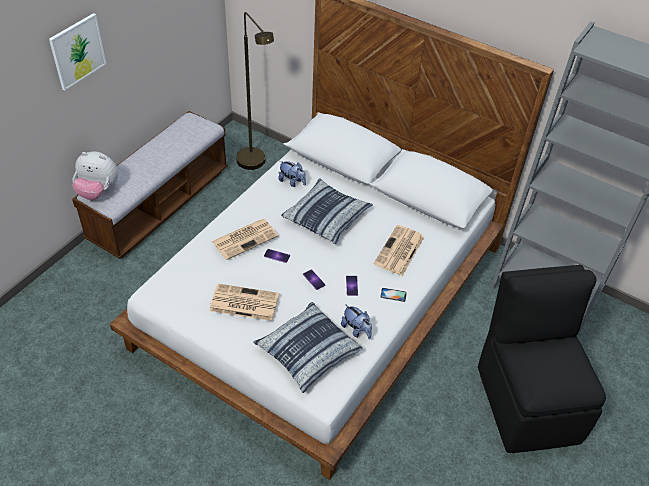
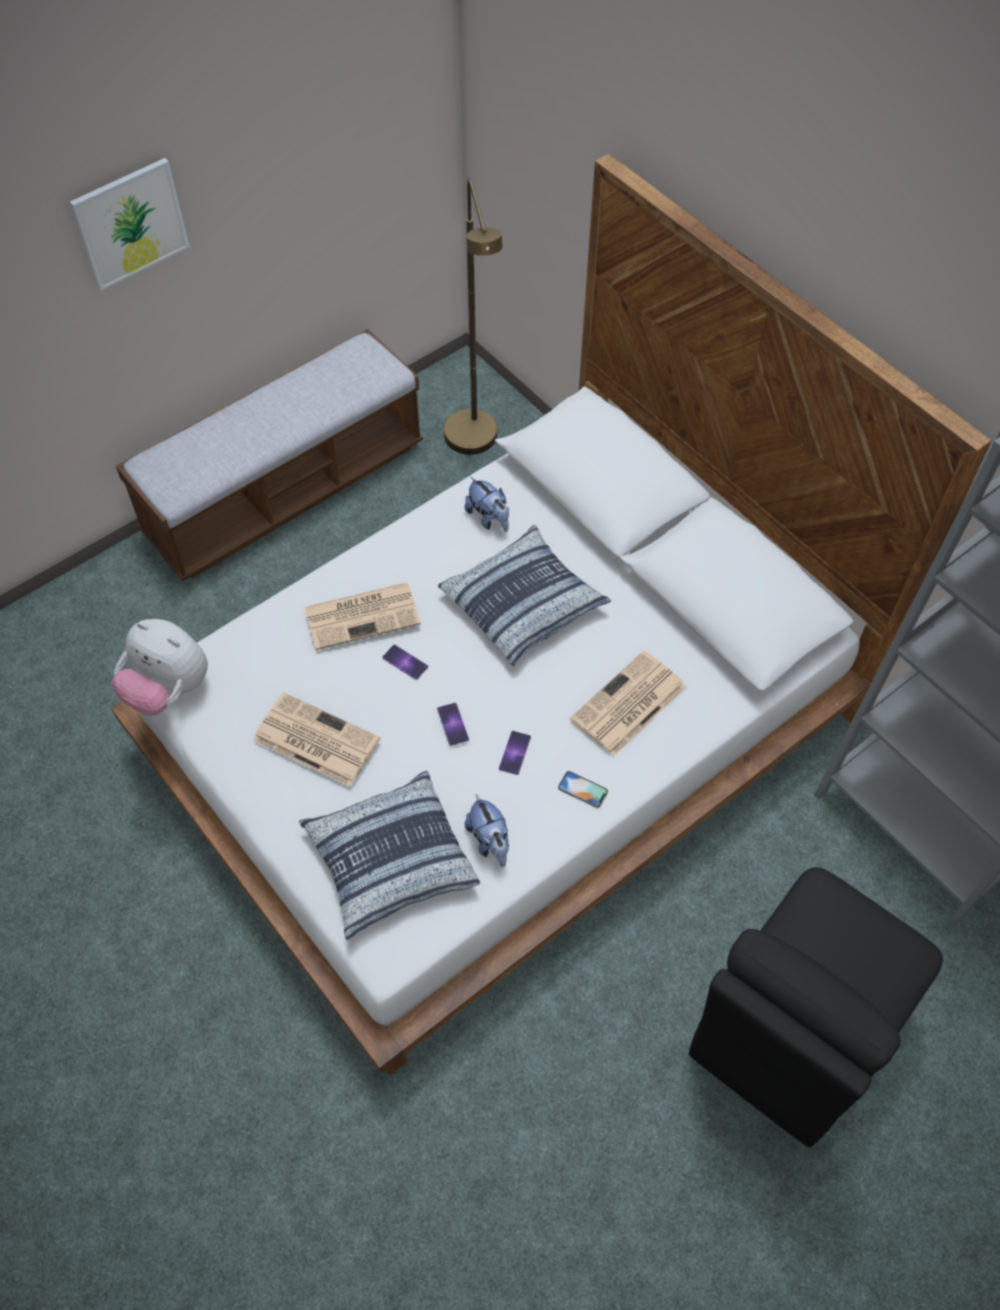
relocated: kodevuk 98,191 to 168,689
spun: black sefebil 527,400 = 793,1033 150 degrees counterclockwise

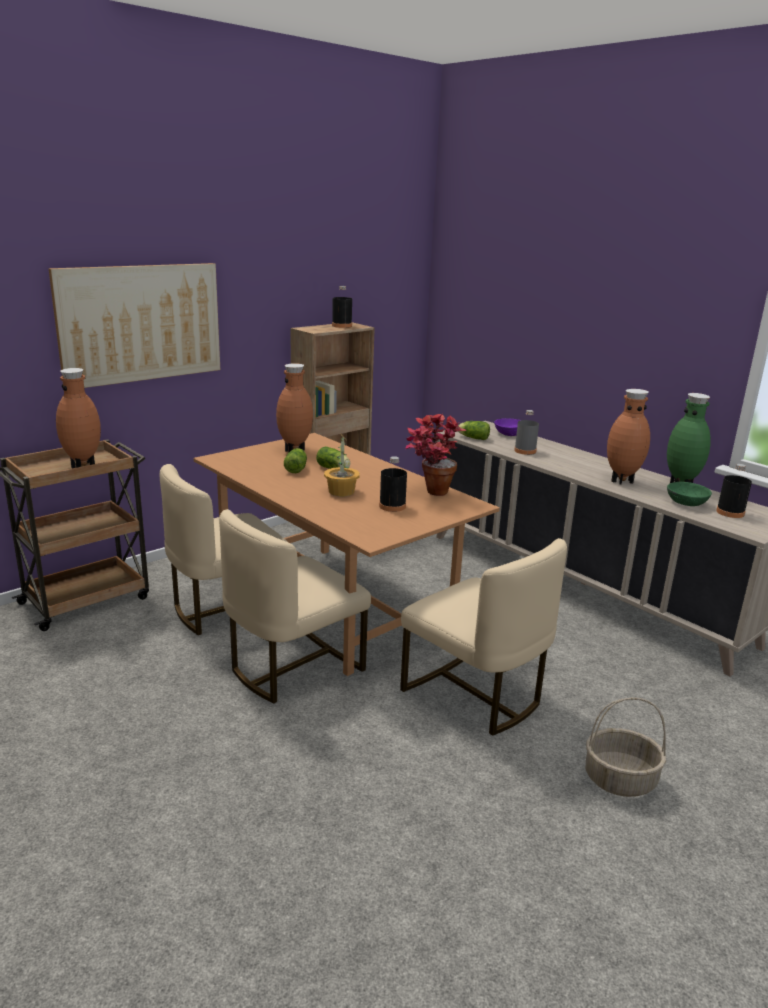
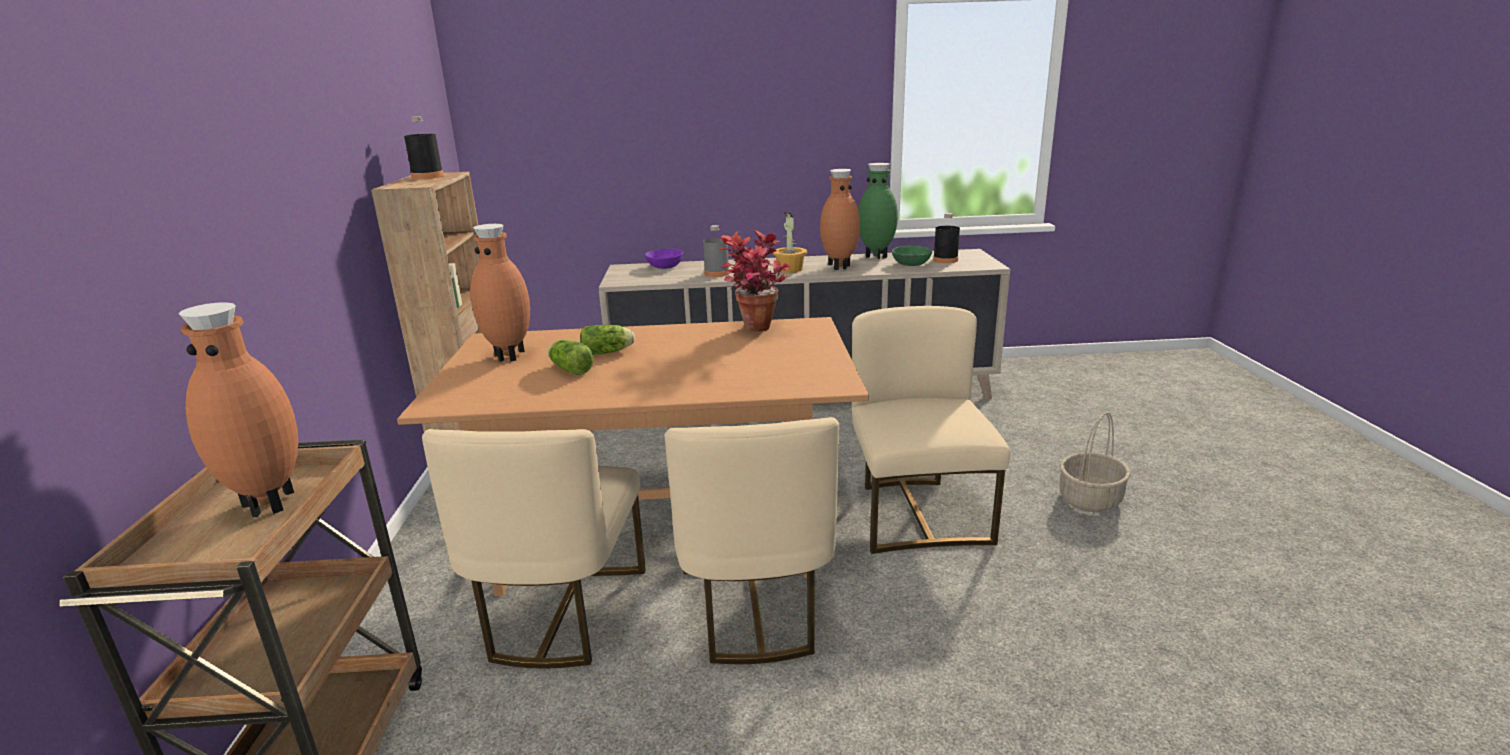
missing: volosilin 141,323; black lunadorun 392,506; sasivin 472,438
relocated: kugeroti 341,491 to 789,269
spun: beige sefebil 475,694 = 917,514 90 degrees counterclockwise

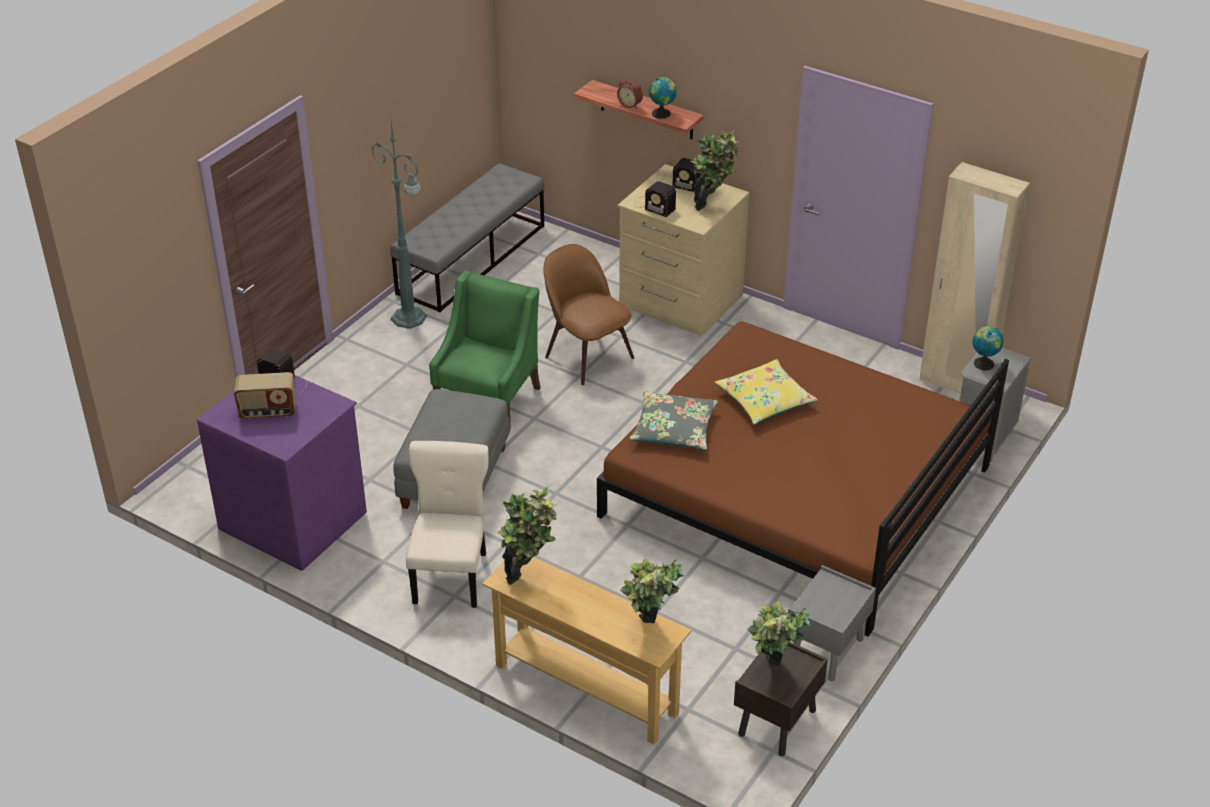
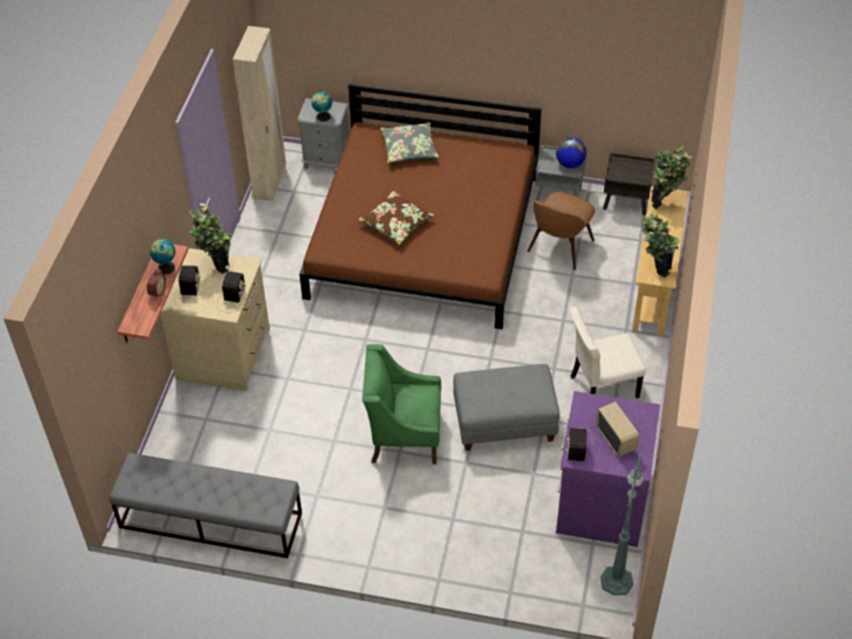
missing: kugeroti 773,675
appeared: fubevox 570,164
relocated: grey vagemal 674,429 to 409,148; brown sefebil 587,355 to 559,248; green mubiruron 410,319 to 617,579
colour: yellow vagemal 765,400 to brown vagemal 396,223

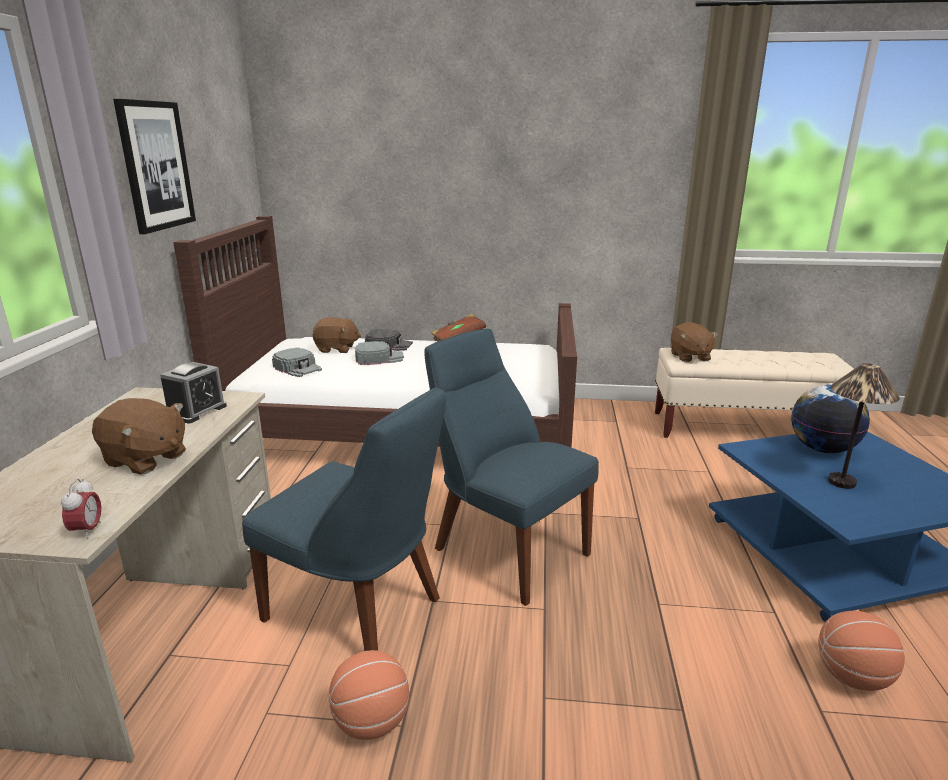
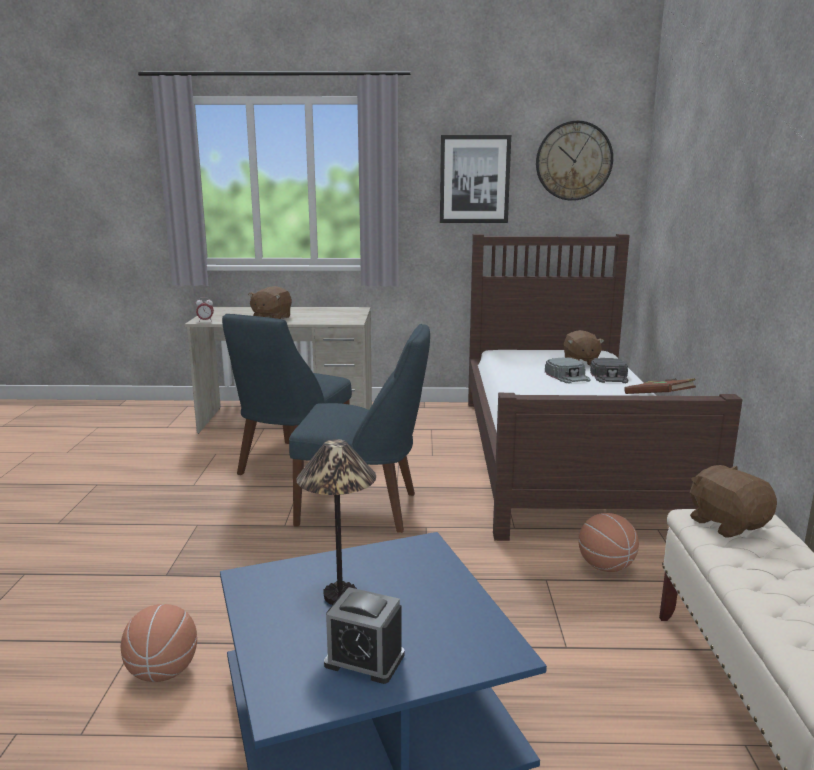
missing: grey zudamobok 298,368; fubevox 822,449
appeared: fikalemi 573,161
relocated: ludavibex 196,411 to 364,660; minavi 371,722 to 605,566
spun: blue sefebil 505,549 = 363,509 60 degrees clockwise; brown kodevuk 689,357 = 727,524 75 degrees clockwise

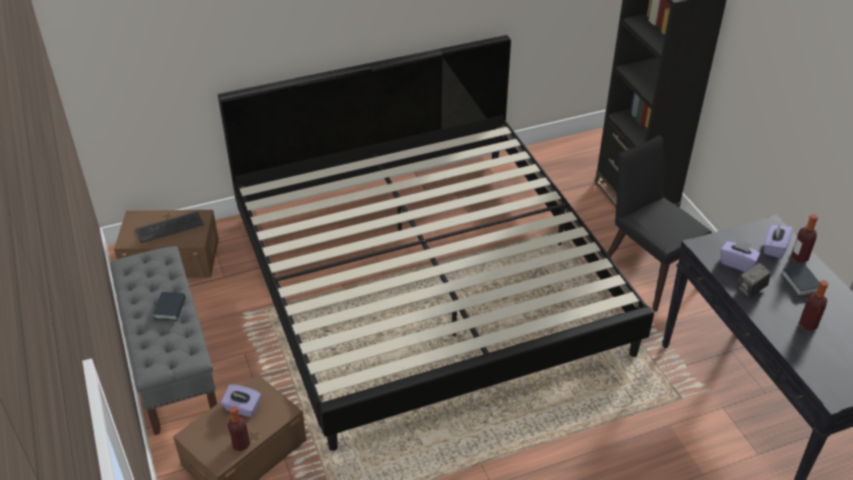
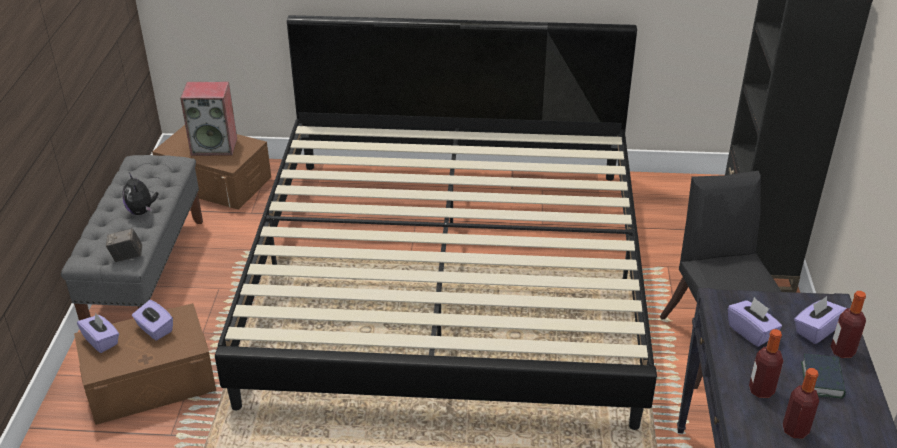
appeared: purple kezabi 101,341
relocated: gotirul 751,290 to 127,256; lunadorun 241,444 to 761,390
exchanged: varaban 170,309 to kodevuk 142,211; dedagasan 169,227 to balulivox 215,146

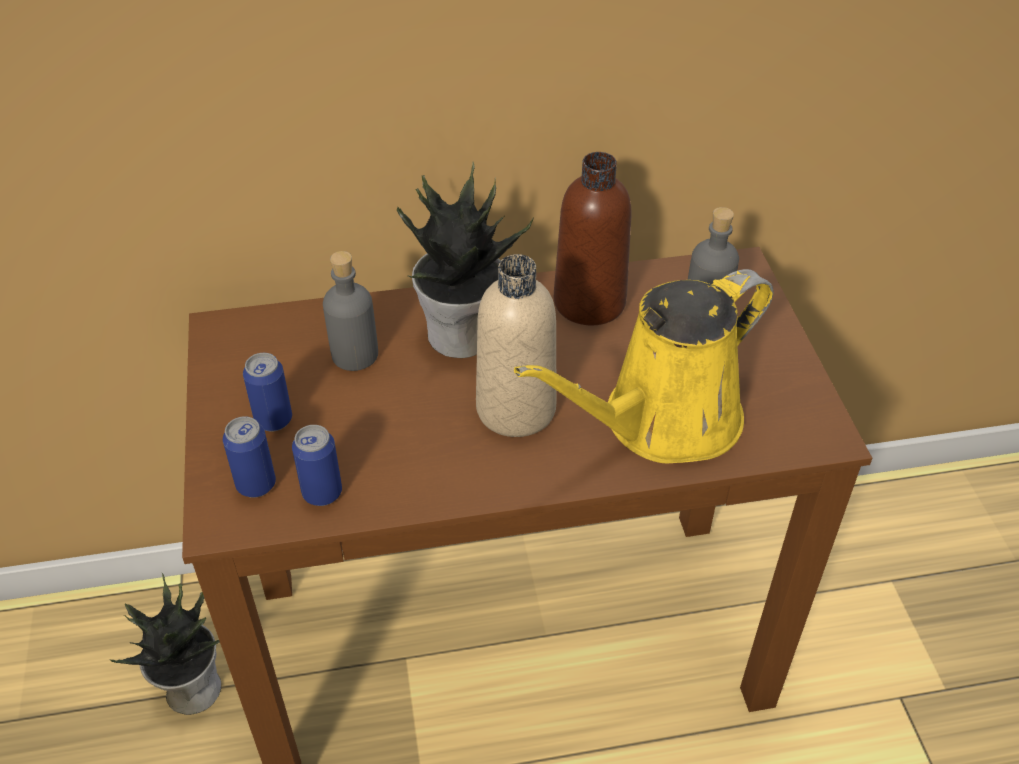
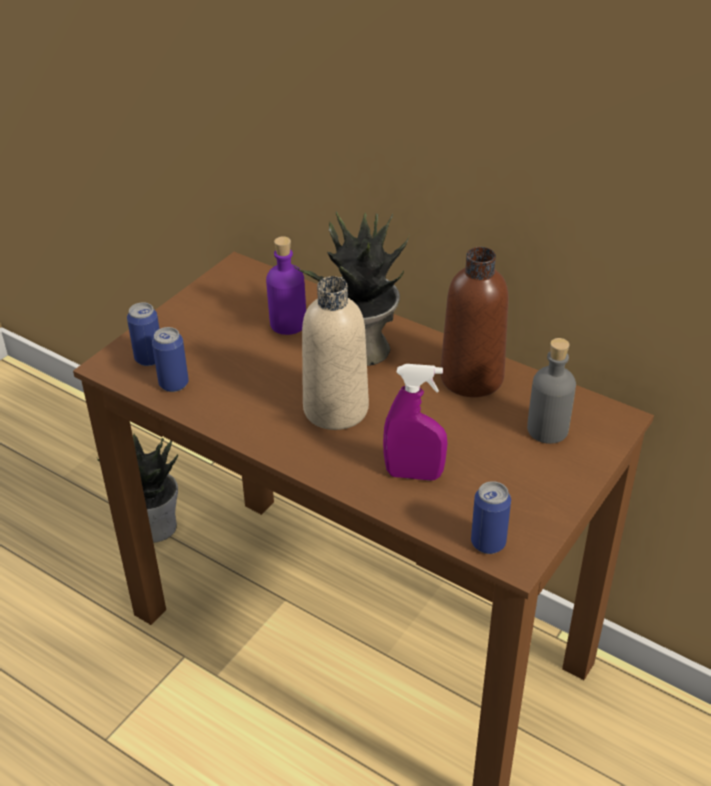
relocated: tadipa 273,420 to 488,543
exchanged: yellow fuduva 661,422 to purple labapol 414,474
colour: grey lunadorun 354,354 to purple lunadorun 288,323

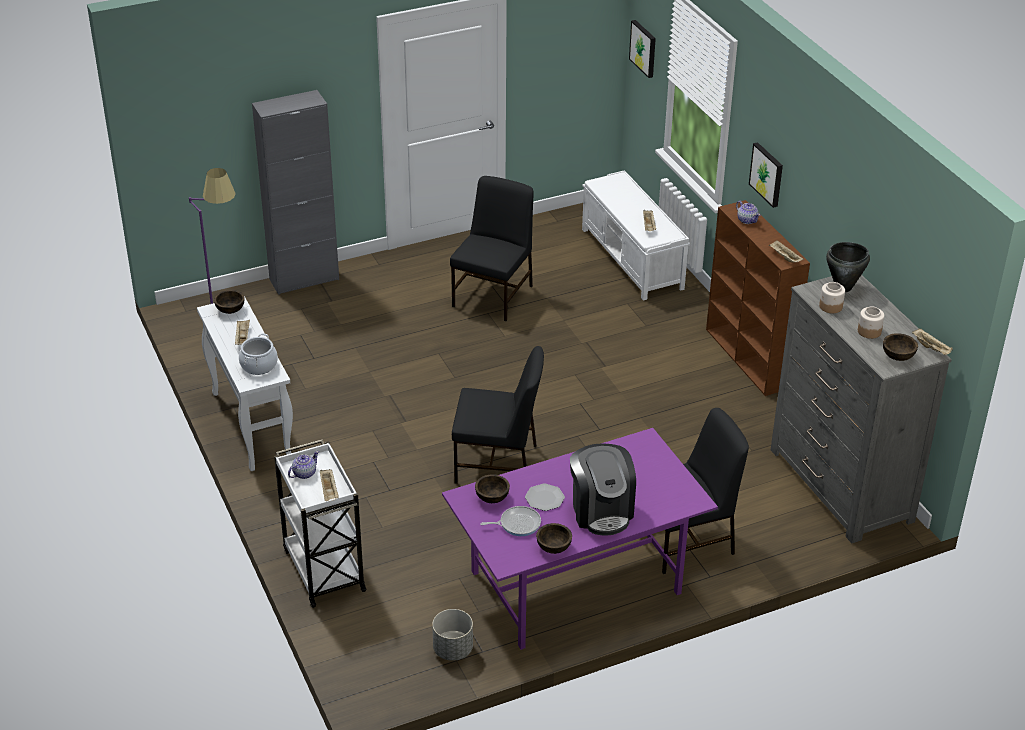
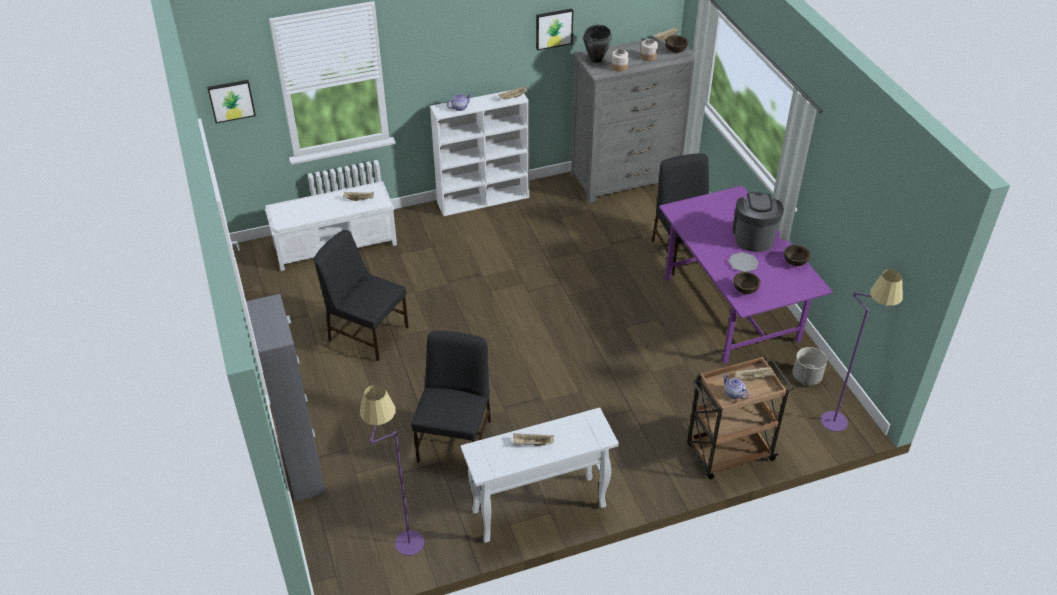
missing: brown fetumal 230,310; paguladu 259,365; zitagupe 517,524
appeared: purple mubiruron 842,415
relocated: black sefebil 498,465 to 455,440; volosilin 767,174 to 553,28
colour: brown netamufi 749,359 to white netamufi 484,199; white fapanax 323,569 to brown fapanax 728,453
spun: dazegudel 601,510 = 753,236 75 degrees counterclockwise

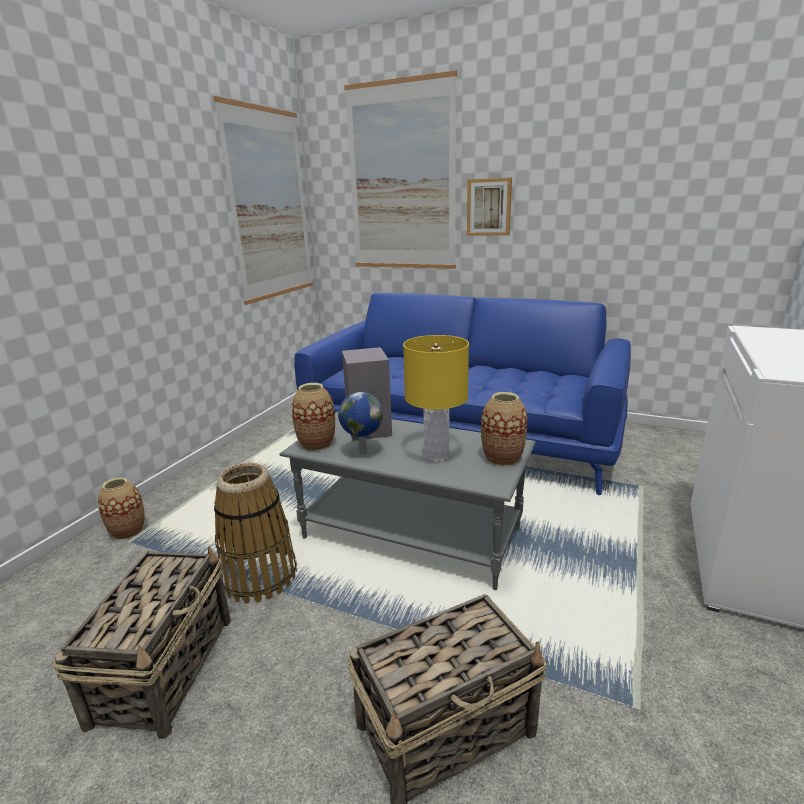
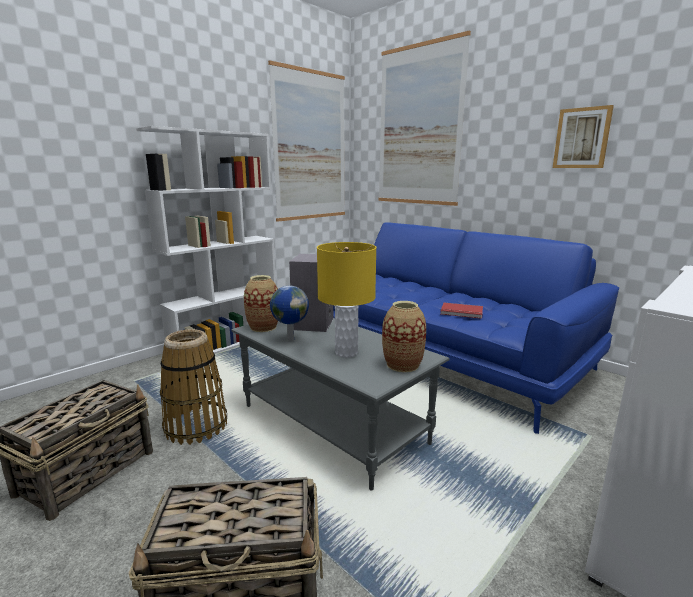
missing: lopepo 128,531
appeared: white netamufi 226,343; red varaban 461,312
relocated: volosilin 489,207 to 582,138

